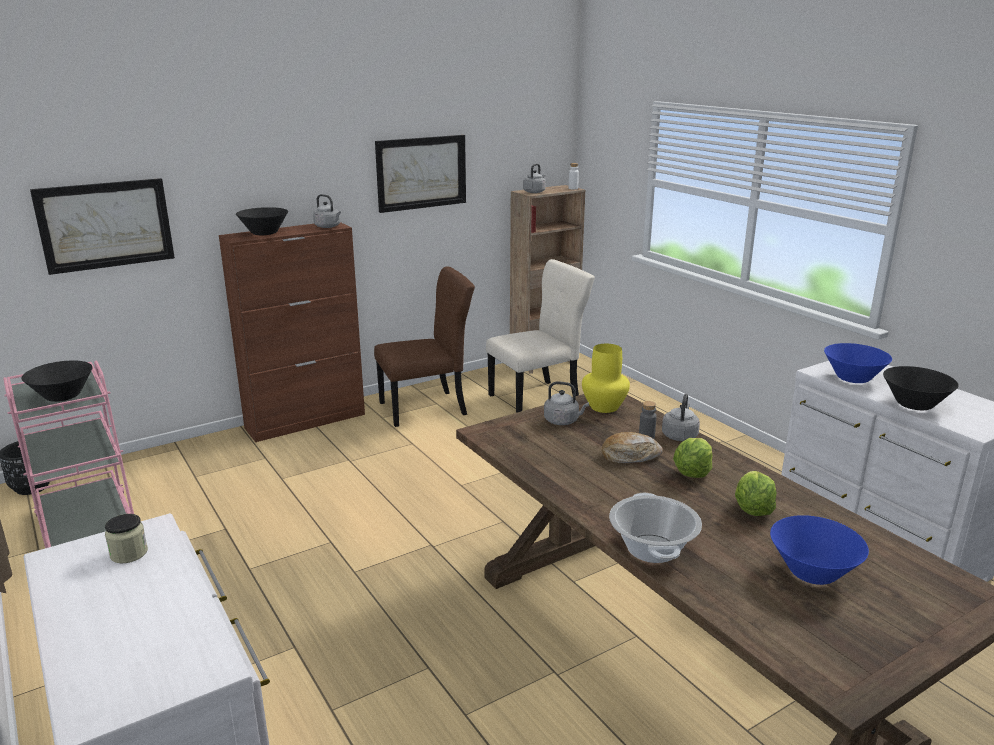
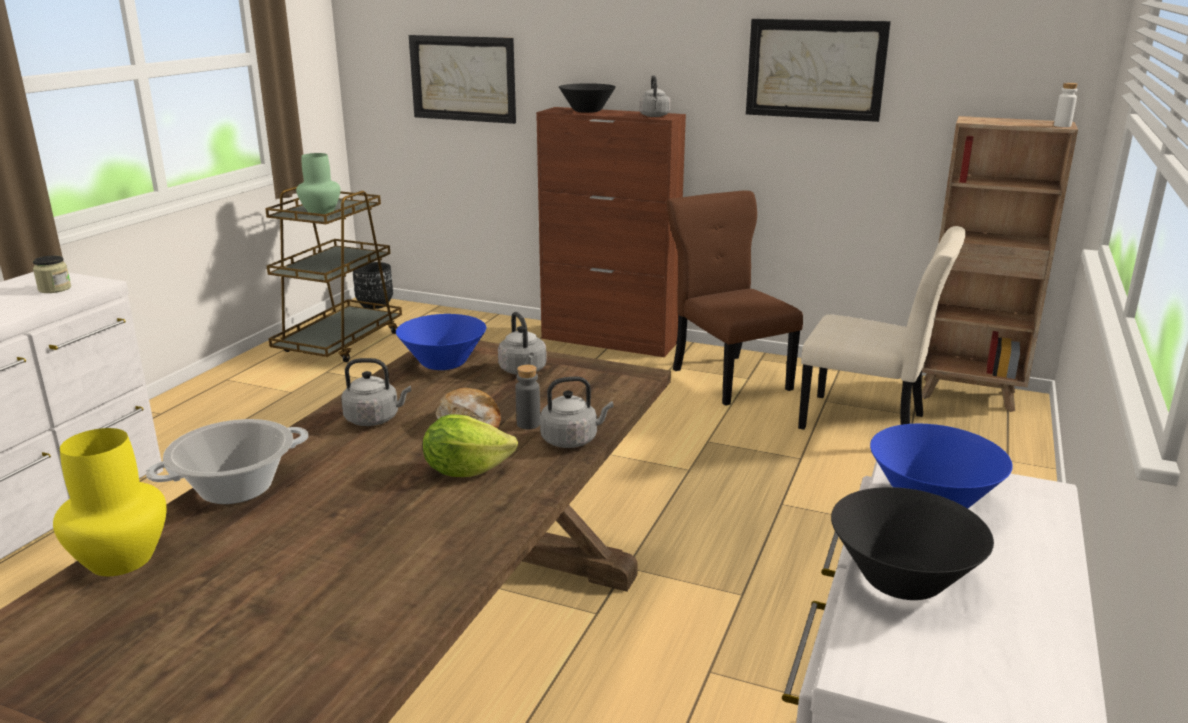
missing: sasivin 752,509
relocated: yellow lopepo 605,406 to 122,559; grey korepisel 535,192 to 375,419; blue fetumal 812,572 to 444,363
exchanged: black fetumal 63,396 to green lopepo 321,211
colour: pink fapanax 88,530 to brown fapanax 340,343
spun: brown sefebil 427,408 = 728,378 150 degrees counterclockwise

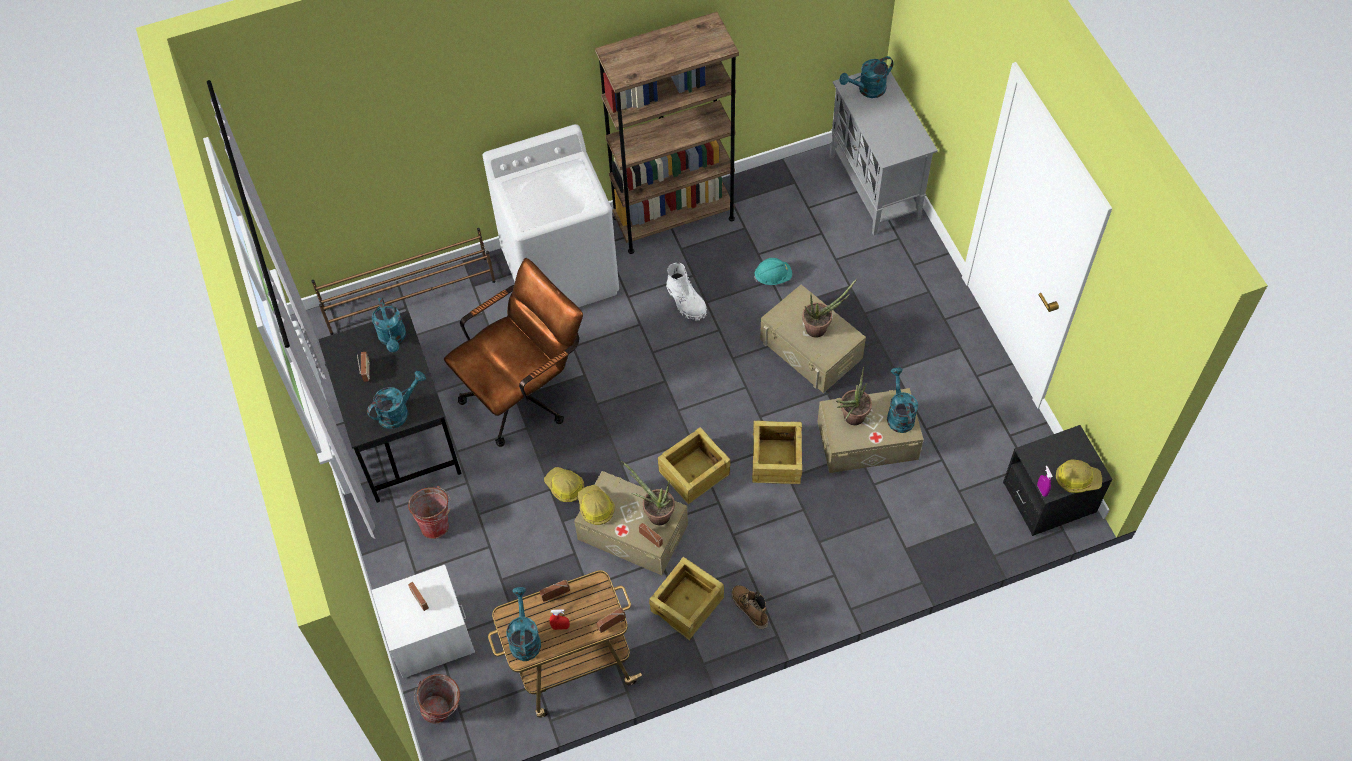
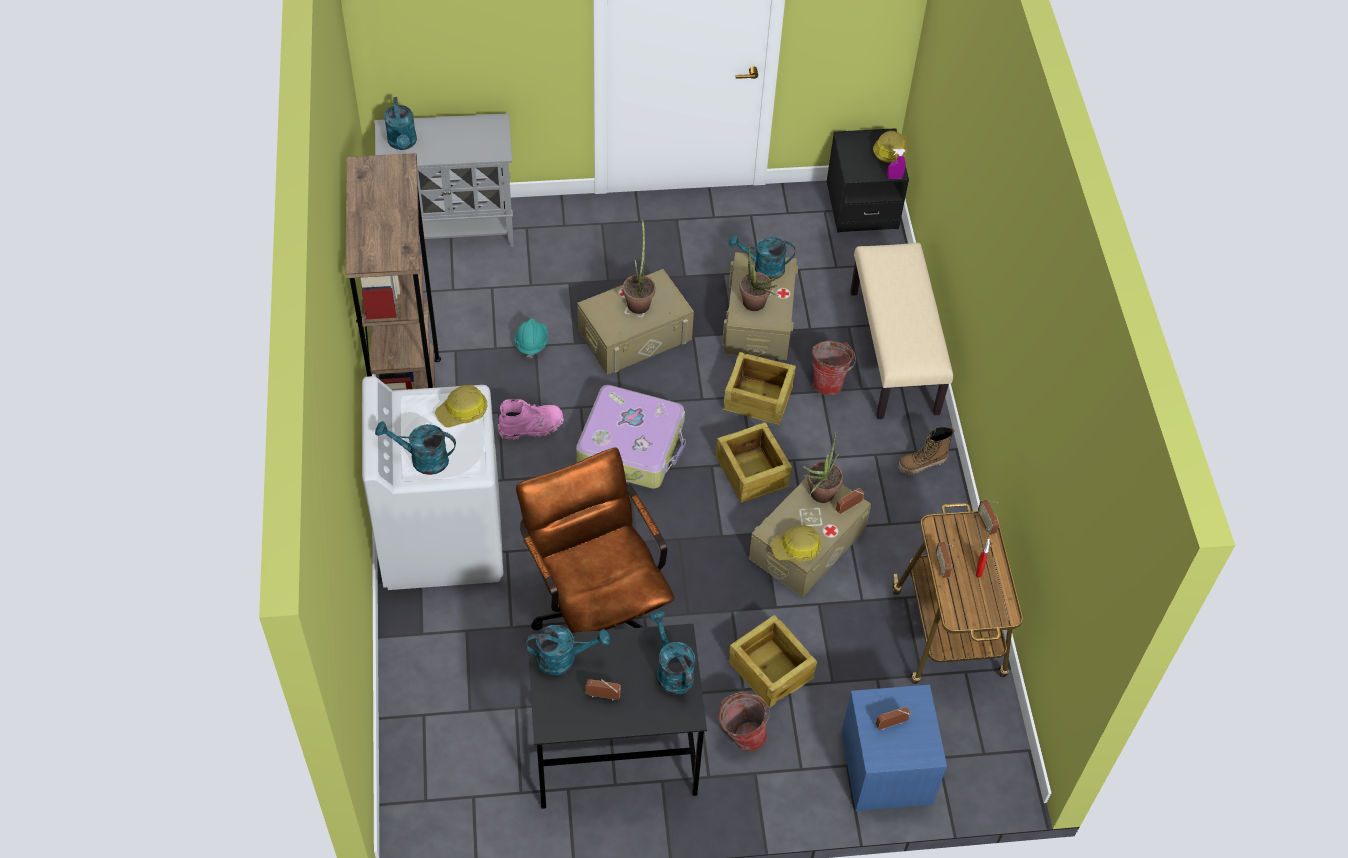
missing: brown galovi 410,295
appeared: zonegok 632,445; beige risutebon 895,352
relocated: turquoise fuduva 524,638 to 422,459; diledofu 565,487 to 463,412; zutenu 688,604 to 771,669; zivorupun 443,710 to 829,381
colour: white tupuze 686,301 to pink tupuze 531,427; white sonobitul 430,636 to blue sonobitul 886,768

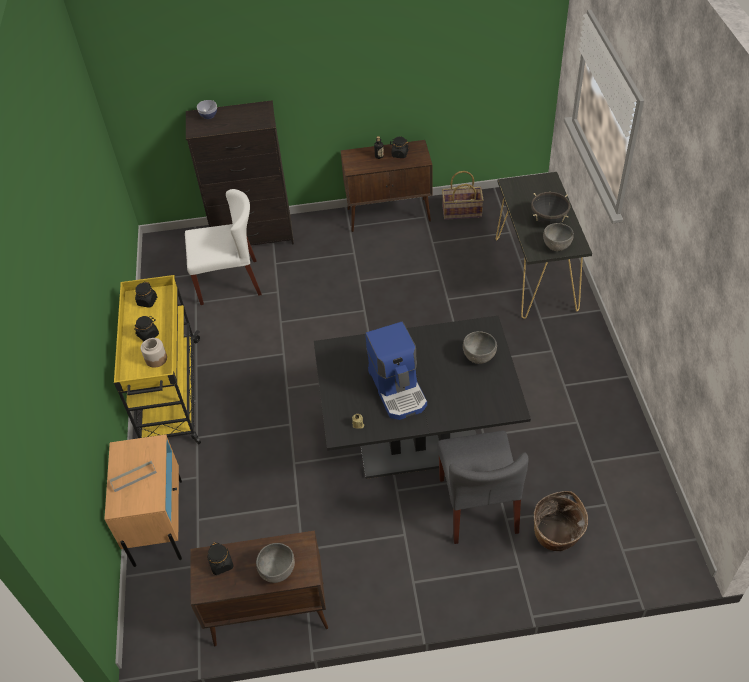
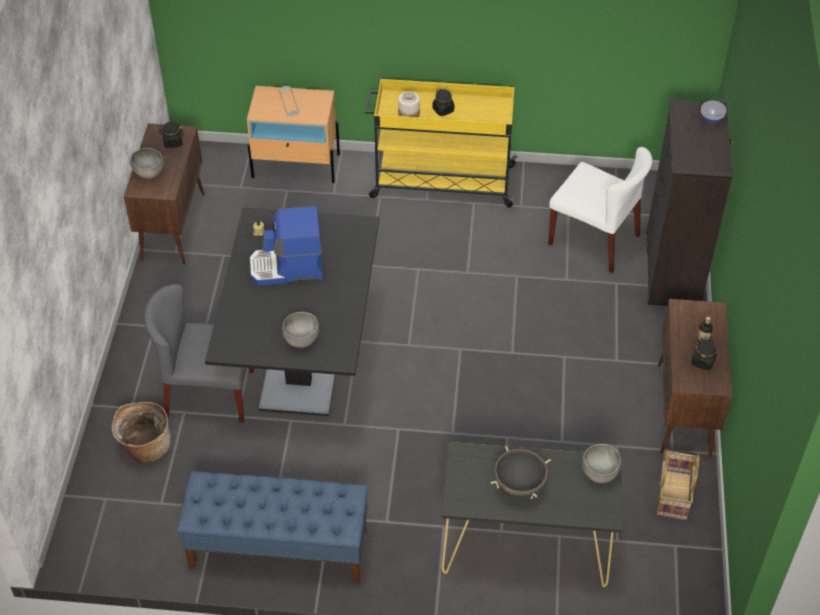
missing: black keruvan 147,301
appeared: blue risutebon 278,548
relocated: grey fetumal 556,246 to 599,473
spun: white sefebil 229,282 = 594,240 60 degrees counterclockwise

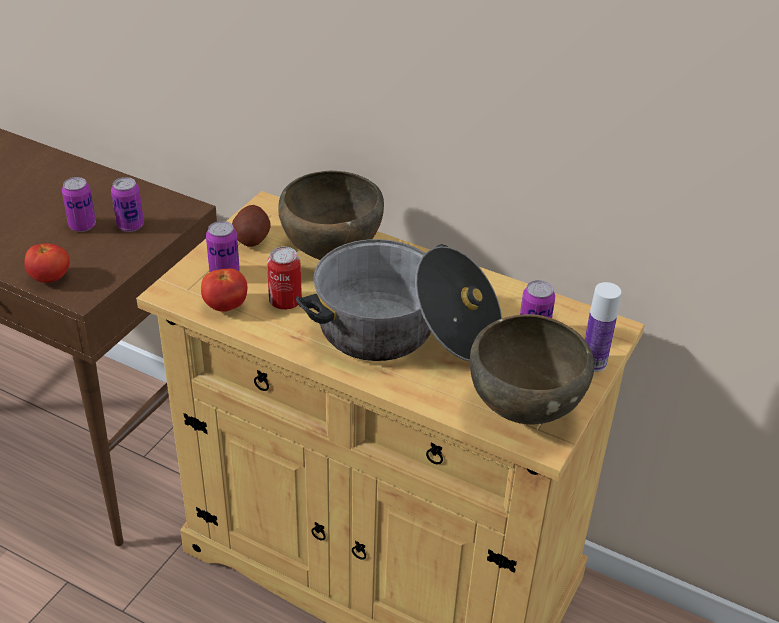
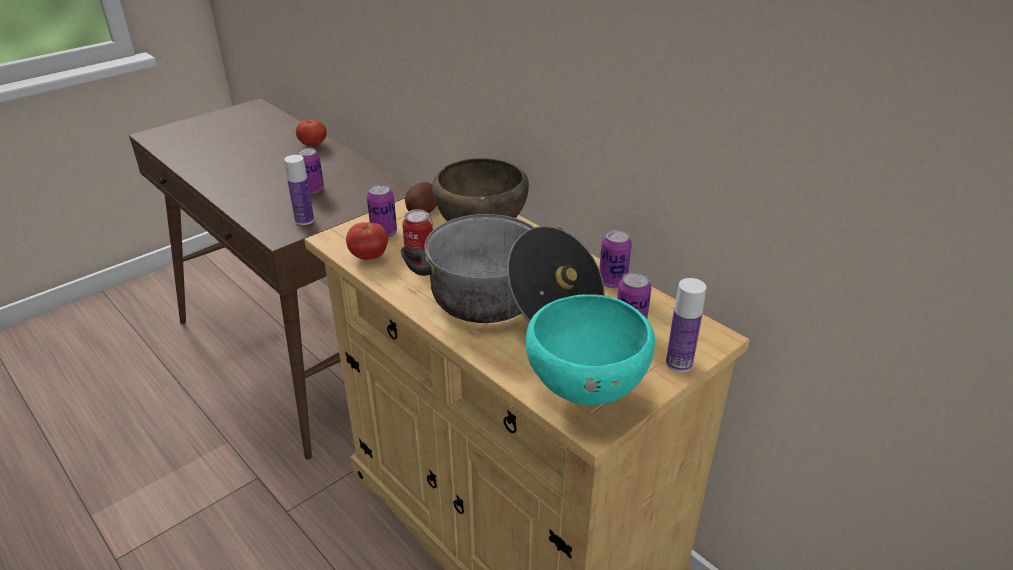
appeared: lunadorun 304,220
relocated: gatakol 50,278 to 313,145; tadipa 130,226 to 612,282
colour: brown fetumal 523,410 to turquoise fetumal 586,392

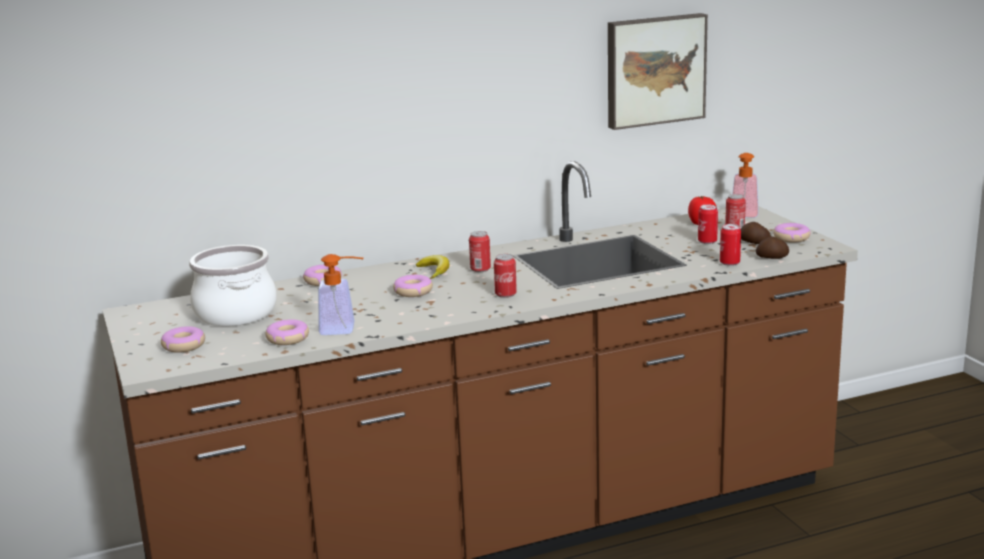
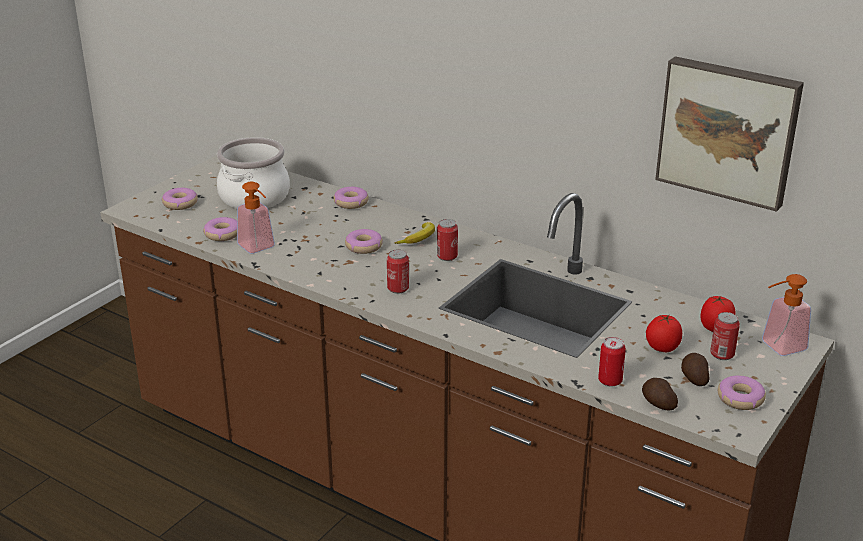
exchanged: tadipa 707,241 to gatakol 661,349

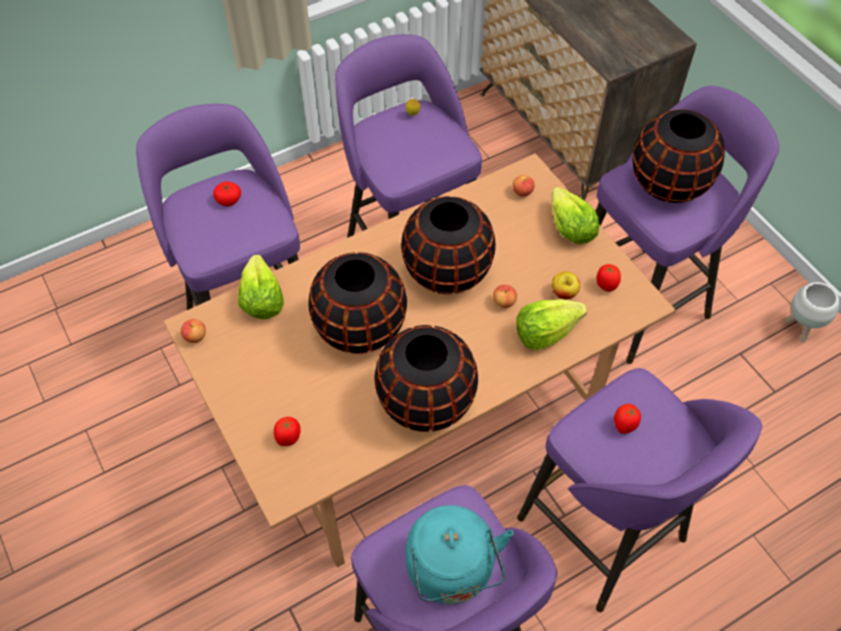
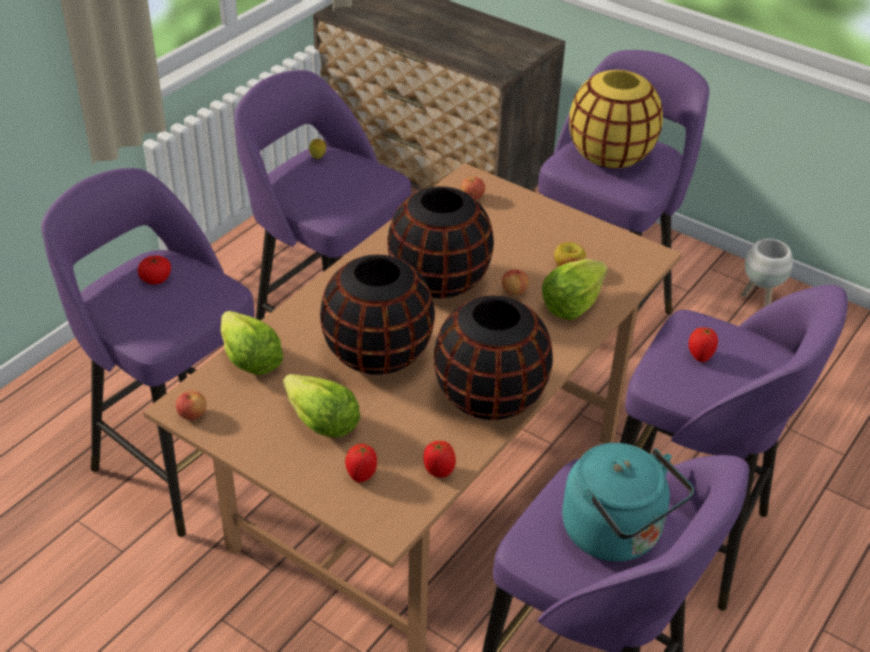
relocated: sasivin 569,228 to 321,422; gatakol 606,285 to 438,471
colour: black lopepo 668,184 to yellow lopepo 610,156

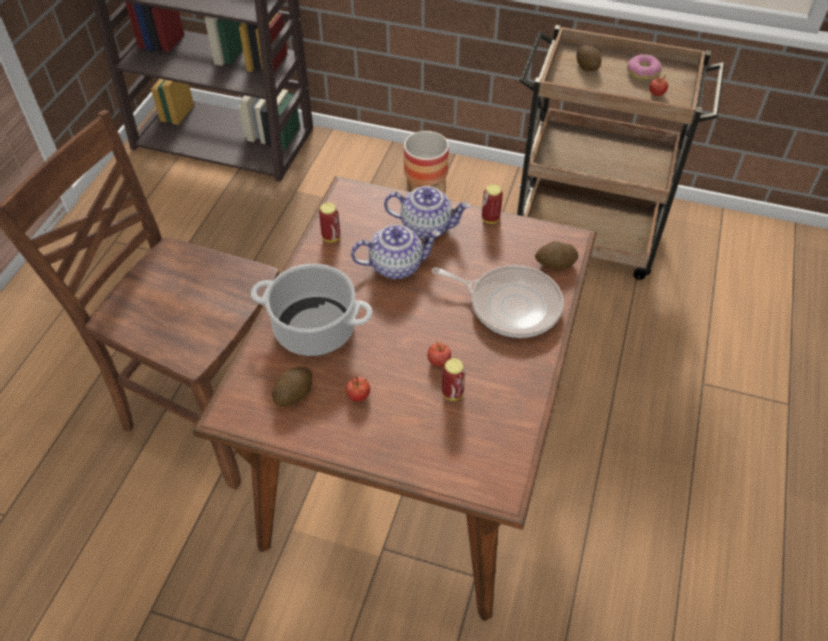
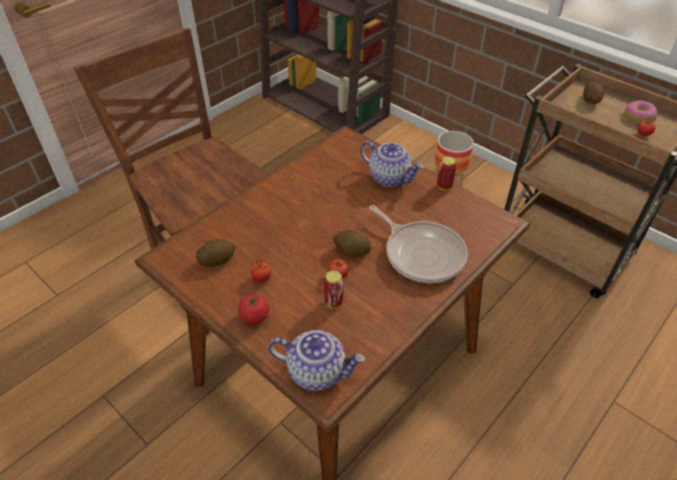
missing: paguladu 316,328; tadipa 331,237
appeared: gatakol 255,316
relocated: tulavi 396,265 to 317,371; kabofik 555,264 to 351,251

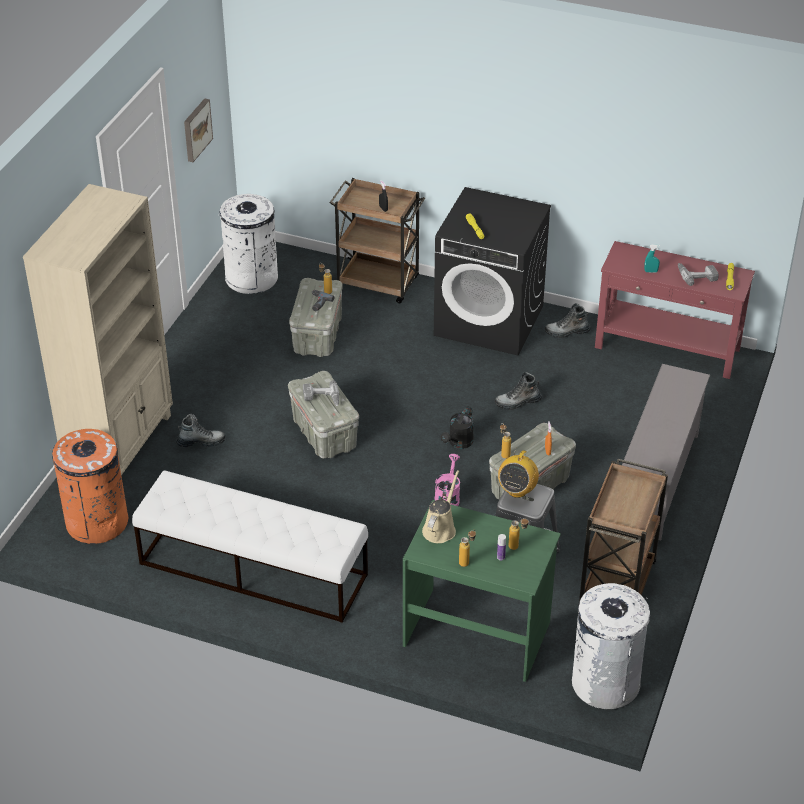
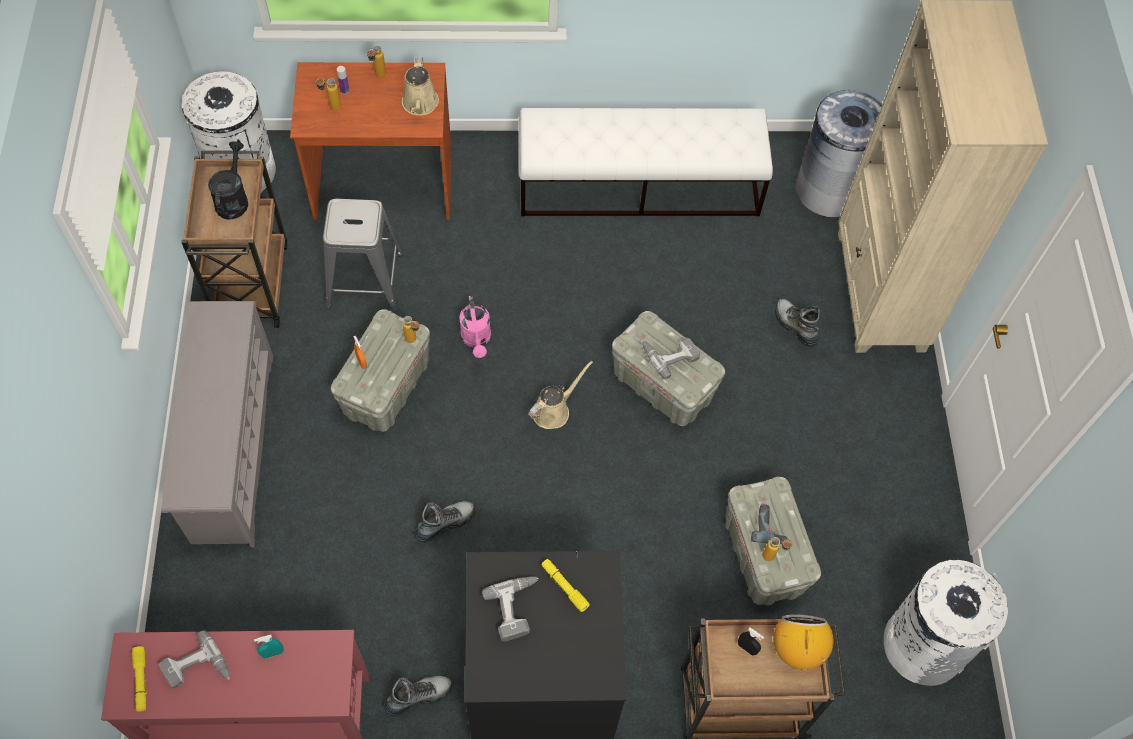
missing: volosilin 196,129
appeared: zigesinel 517,609; beige fuduva 554,410
relocated: black fuduva 458,443 to 233,199; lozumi 517,490 to 797,649
colour: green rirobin 477,633 to brown rirobin 383,186; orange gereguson 97,522 to grey gereguson 829,189
spun: tupuze 201,442 = 795,325 90 degrees clockwise

